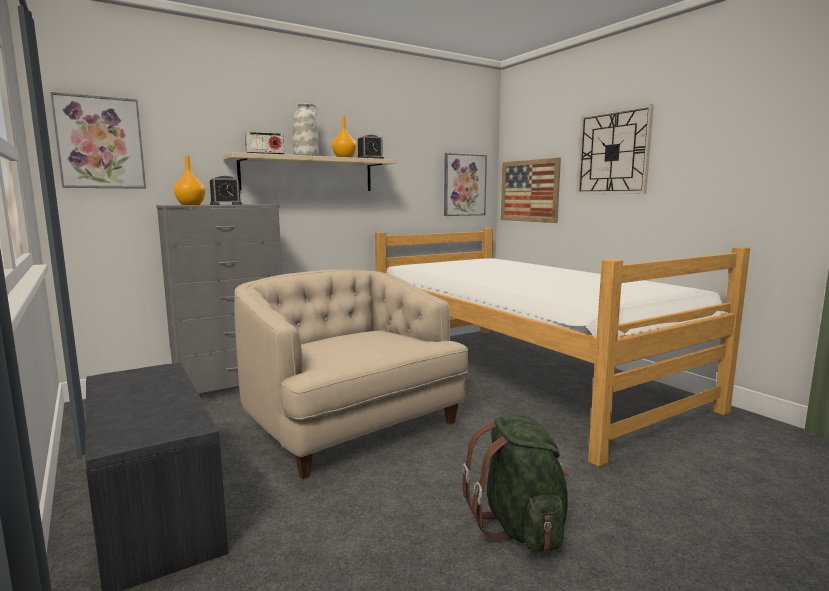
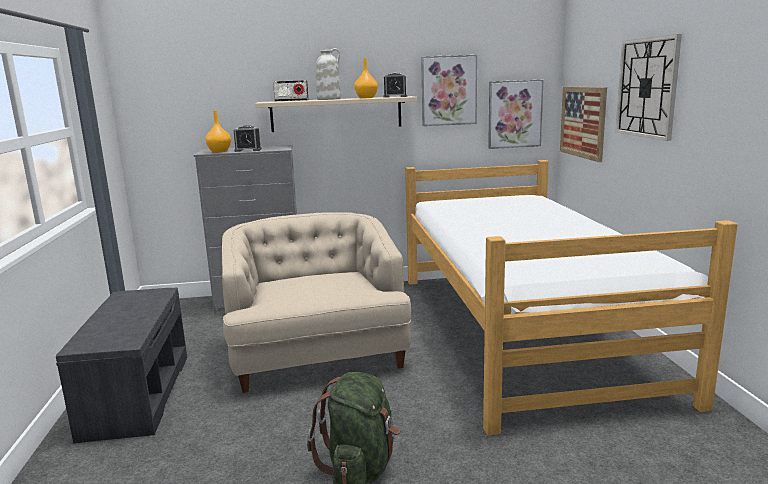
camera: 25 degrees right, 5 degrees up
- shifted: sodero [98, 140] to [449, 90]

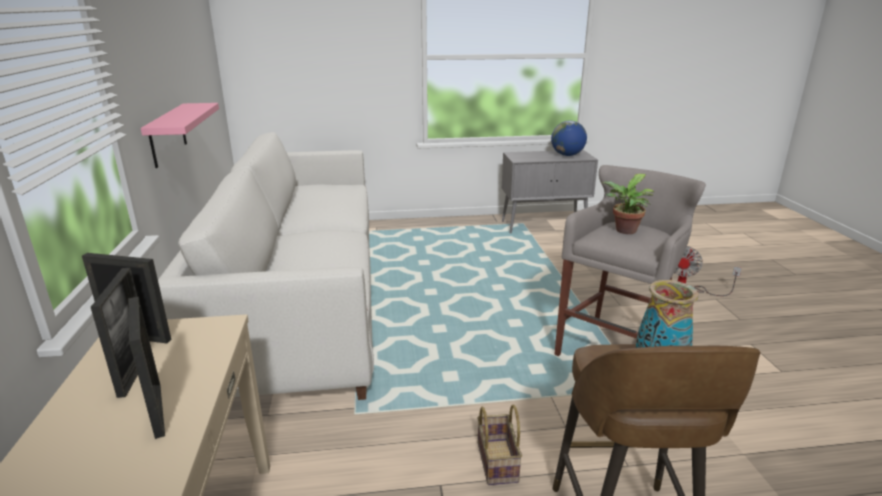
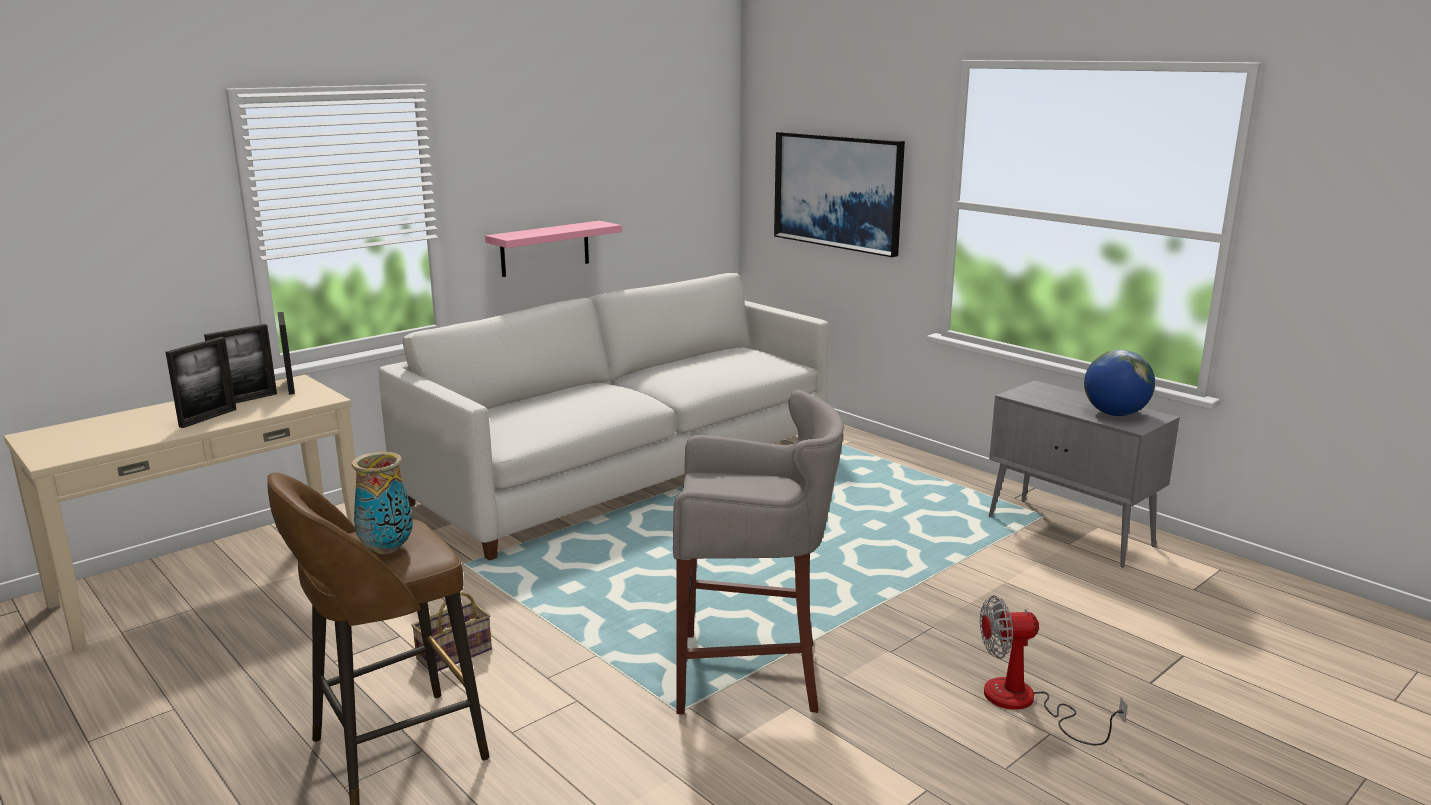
camera: 55 degrees right, 5 degrees down
- gone: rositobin [628, 204]
- new: sodero [839, 194]

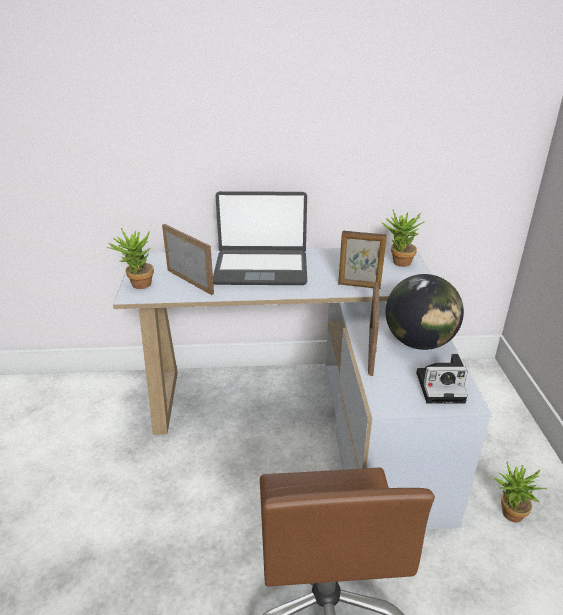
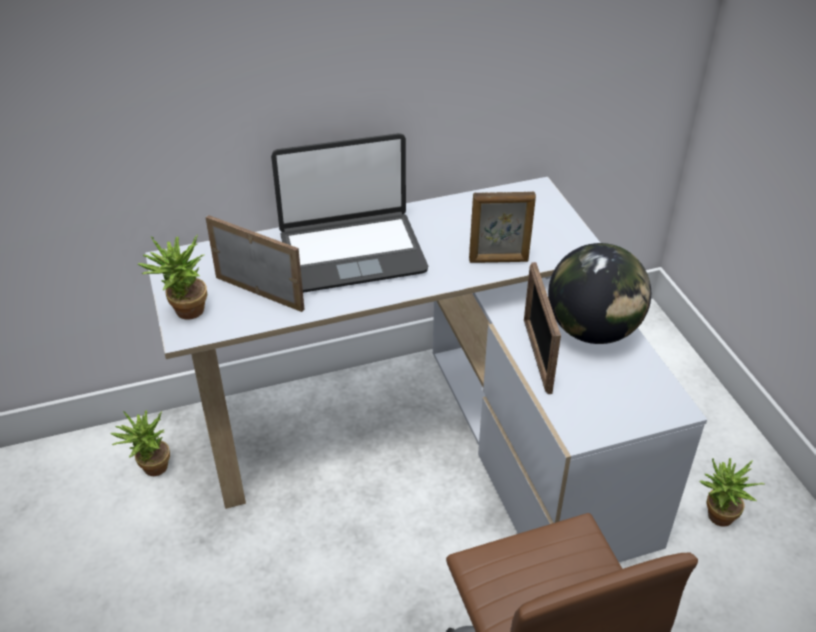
camera: 15 degrees left, 10 degrees up
- shifted: rositobin [403, 238] to [140, 443]
- gone: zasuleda [442, 379]

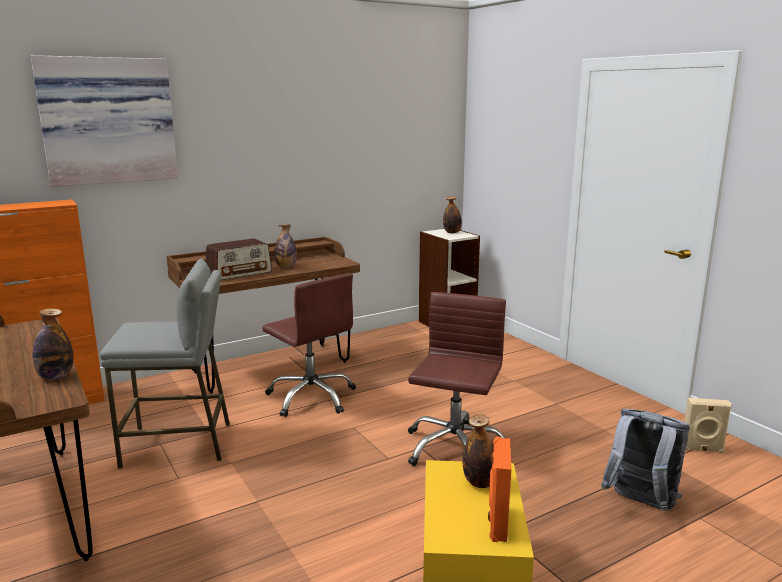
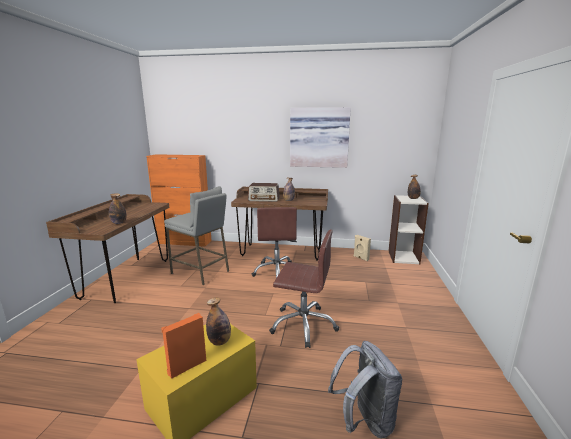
camera: 40 degrees right, 0 degrees up
- shifted: sodero [104, 121] to [320, 137]
- rotated: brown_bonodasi [459, 379] = [304, 289] 45 degrees clockwise
- shifted: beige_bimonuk [708, 425] to [362, 248]

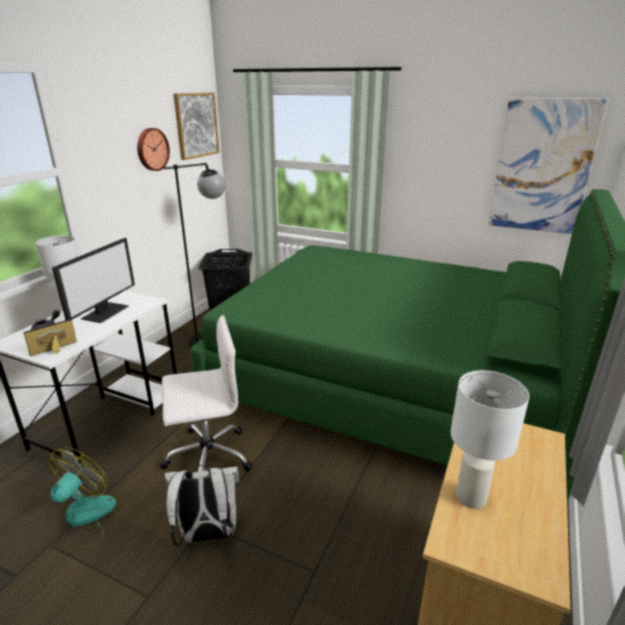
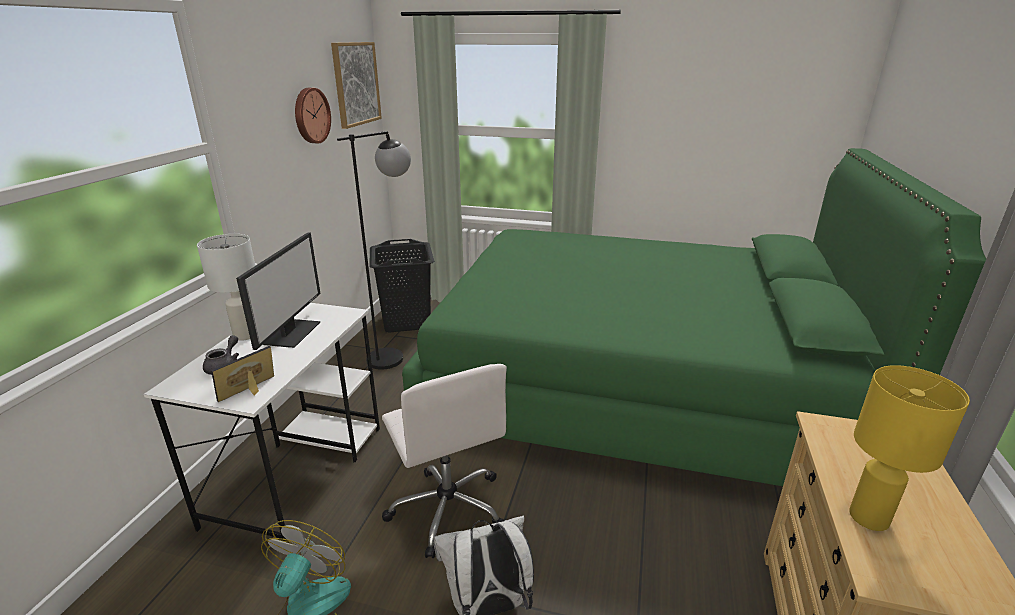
camera: 10 degrees left, 0 degrees up
- rotated: white_bonodasi [206, 393] = [444, 461] 90 degrees clockwise
- repainted: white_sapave [490, 439] to yellow_sapave [909, 448]
- gone: sodero [548, 166]

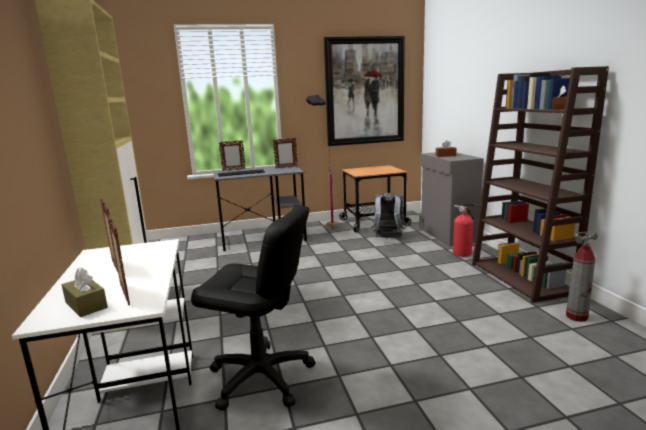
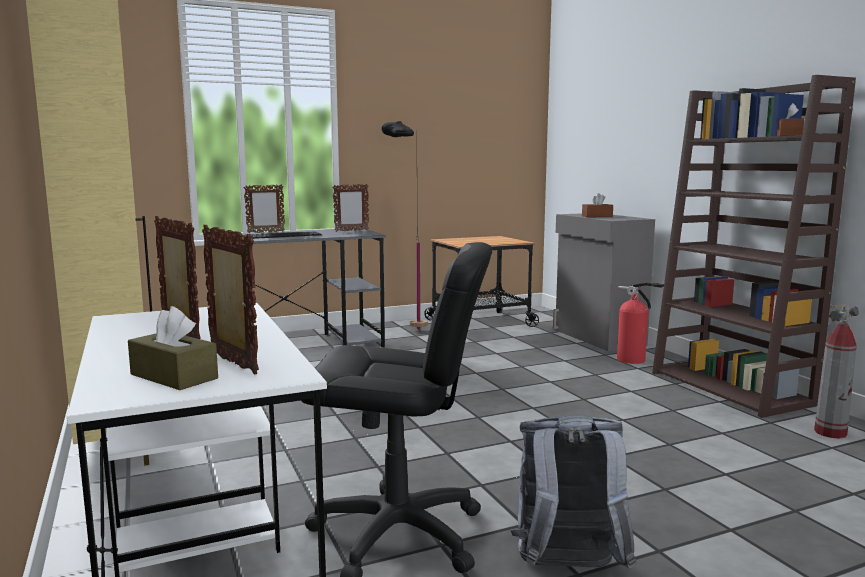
camera: 10 degrees left, 5 degrees down
- gone: sodero [364, 91]
- shifted: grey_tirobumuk [388, 215] to [574, 492]

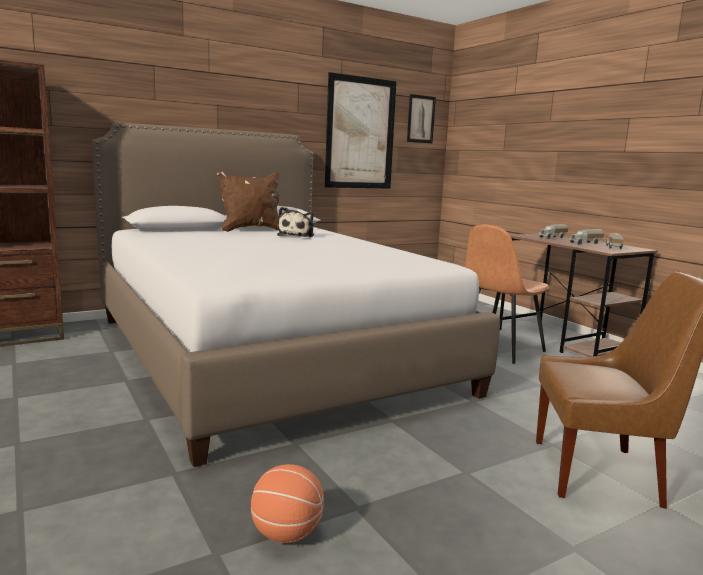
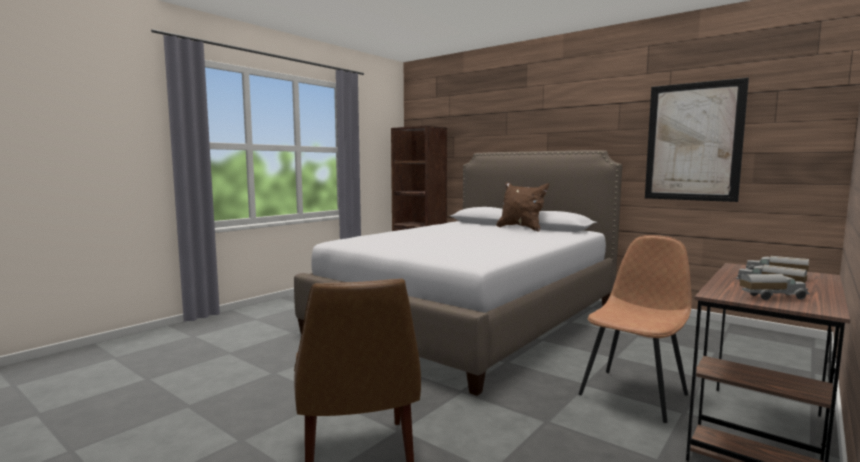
camera: 70 degrees right, 5 degrees down
- gone: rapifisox [287, 503]
- gone: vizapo [295, 222]
- gone: sodero [421, 118]
- rotated: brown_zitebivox [507, 294] = [635, 329] 105 degrees clockwise

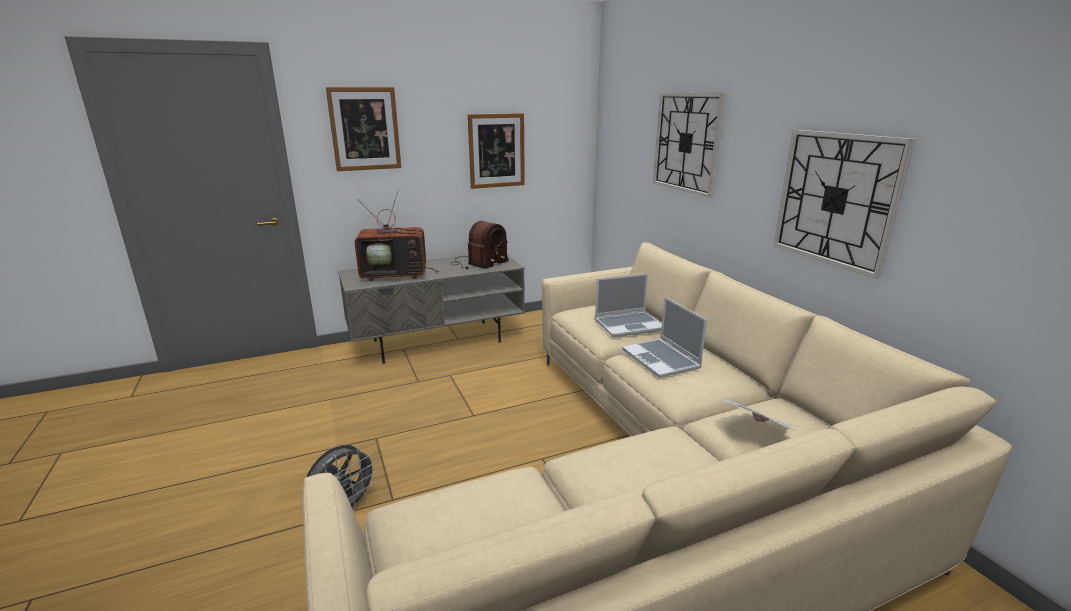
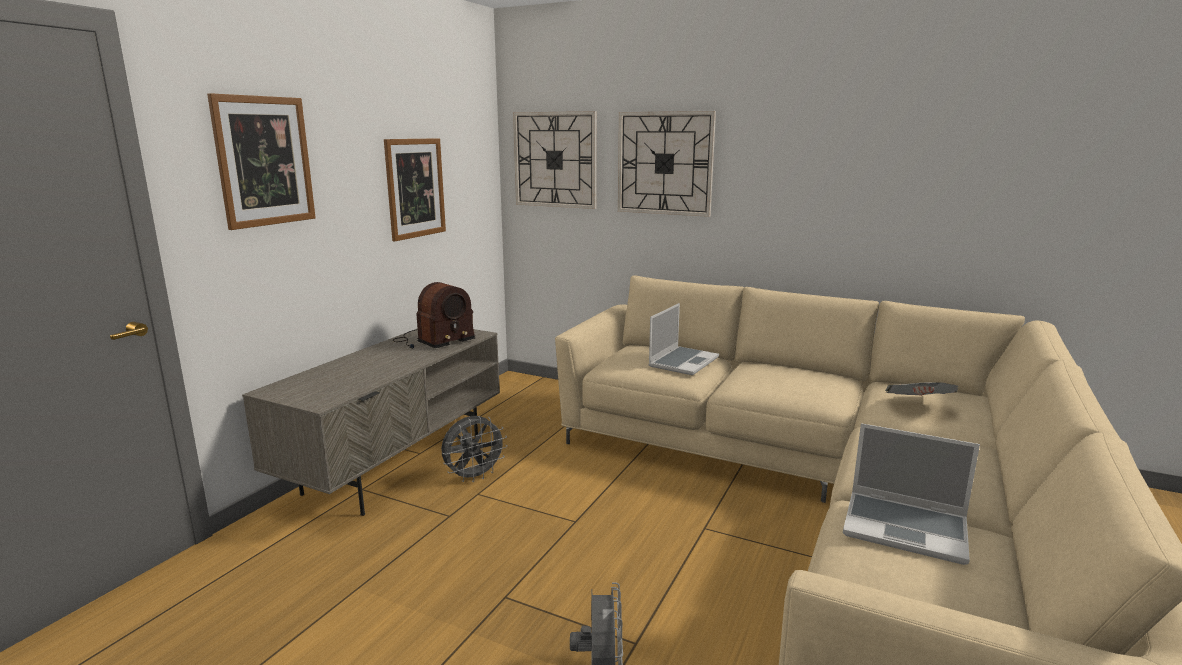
camera: 40 degrees left, 5 degrees down
- gone: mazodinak [396, 235]
- rotated: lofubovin [479, 245] = [434, 315] 45 degrees clockwise
- shifted: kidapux [664, 337] to [911, 494]
- shifted: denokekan [844, 204] to [555, 160]
- new: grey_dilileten [474, 449]

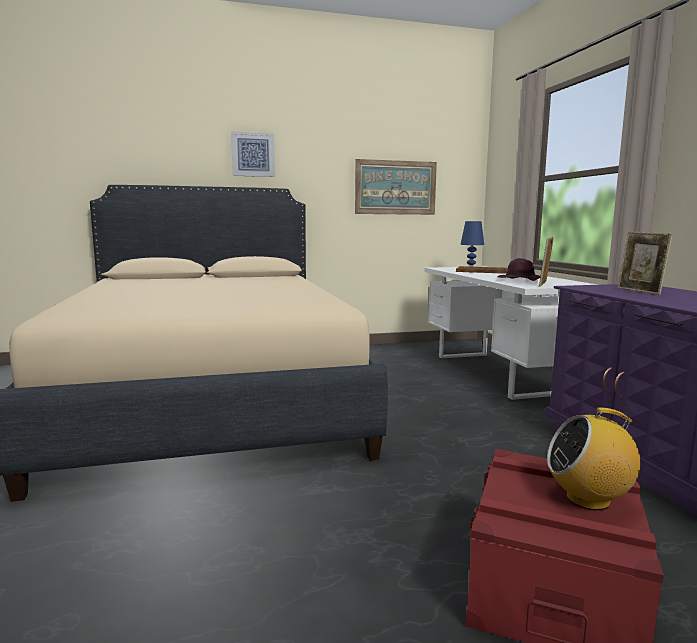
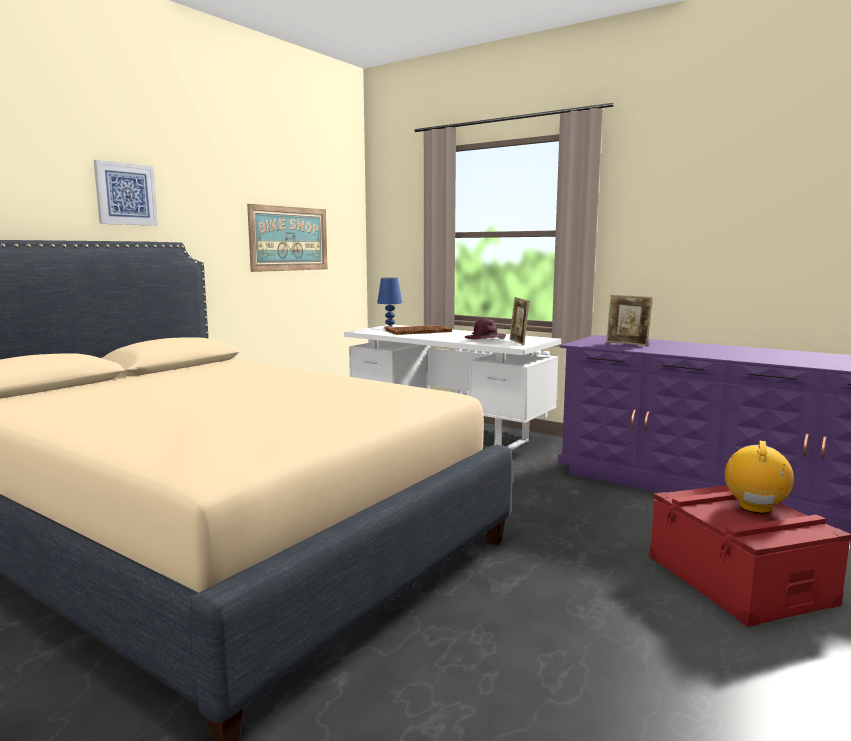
camera: 40 degrees left, 0 degrees up
- rotated: lofubovin [593, 459] = [759, 477] 150 degrees clockwise

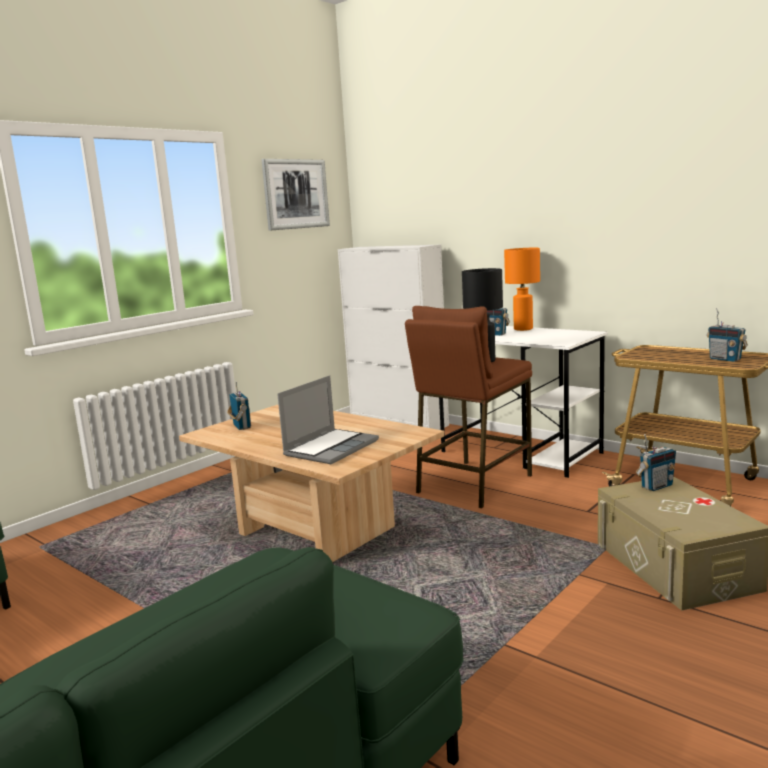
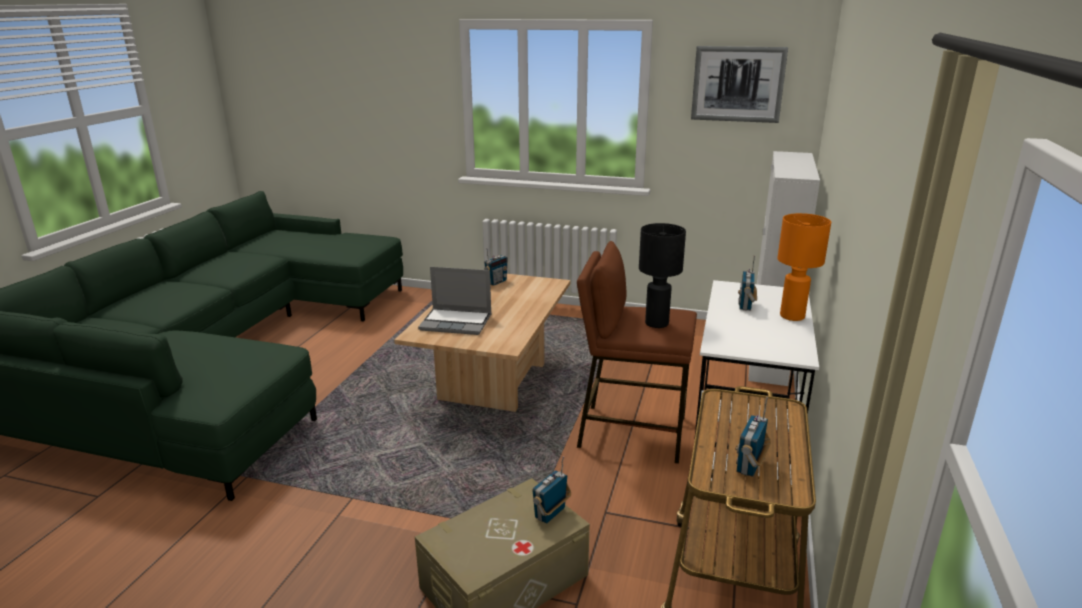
camera: 65 degrees right, 10 degrees up
- rotated: lofubovin [656, 462] = [551, 490] 90 degrees clockwise

